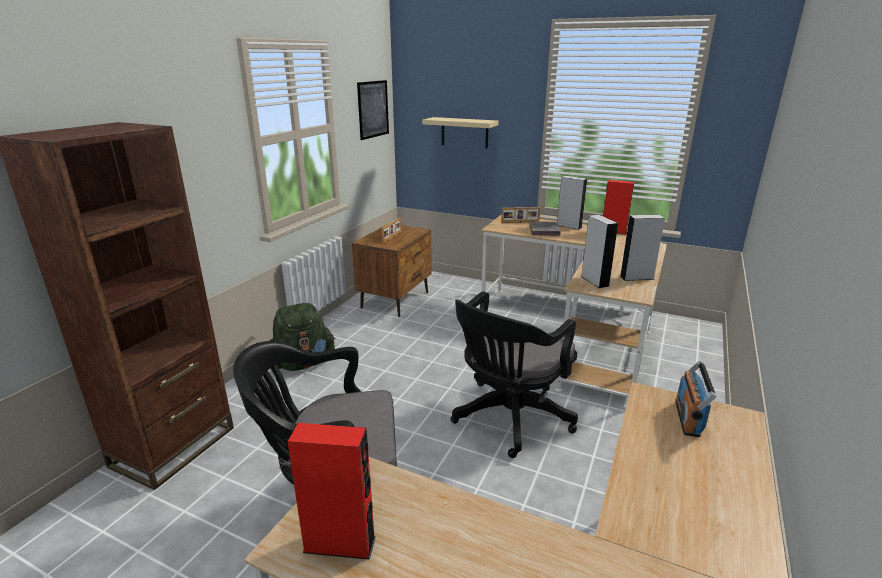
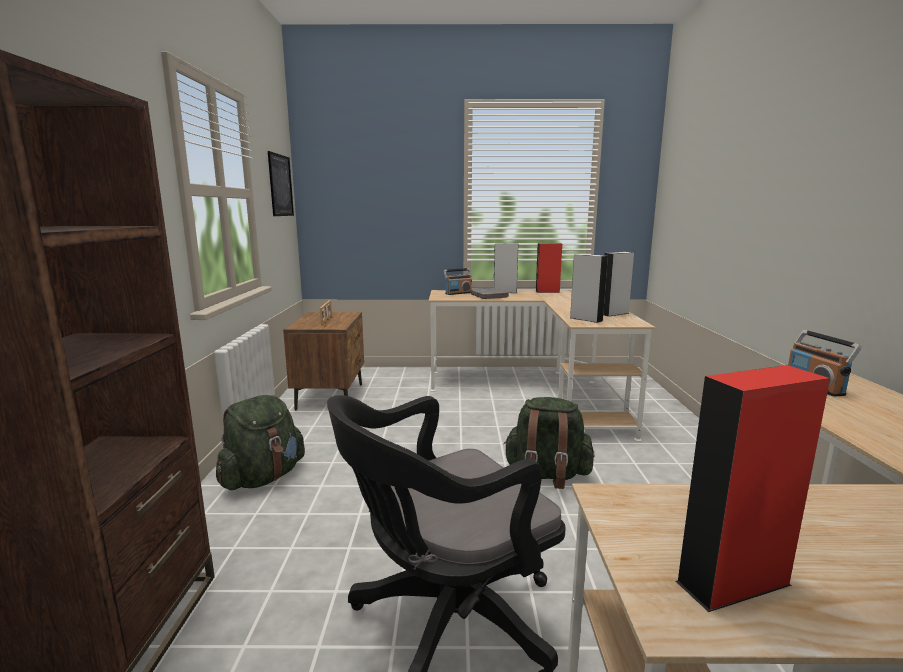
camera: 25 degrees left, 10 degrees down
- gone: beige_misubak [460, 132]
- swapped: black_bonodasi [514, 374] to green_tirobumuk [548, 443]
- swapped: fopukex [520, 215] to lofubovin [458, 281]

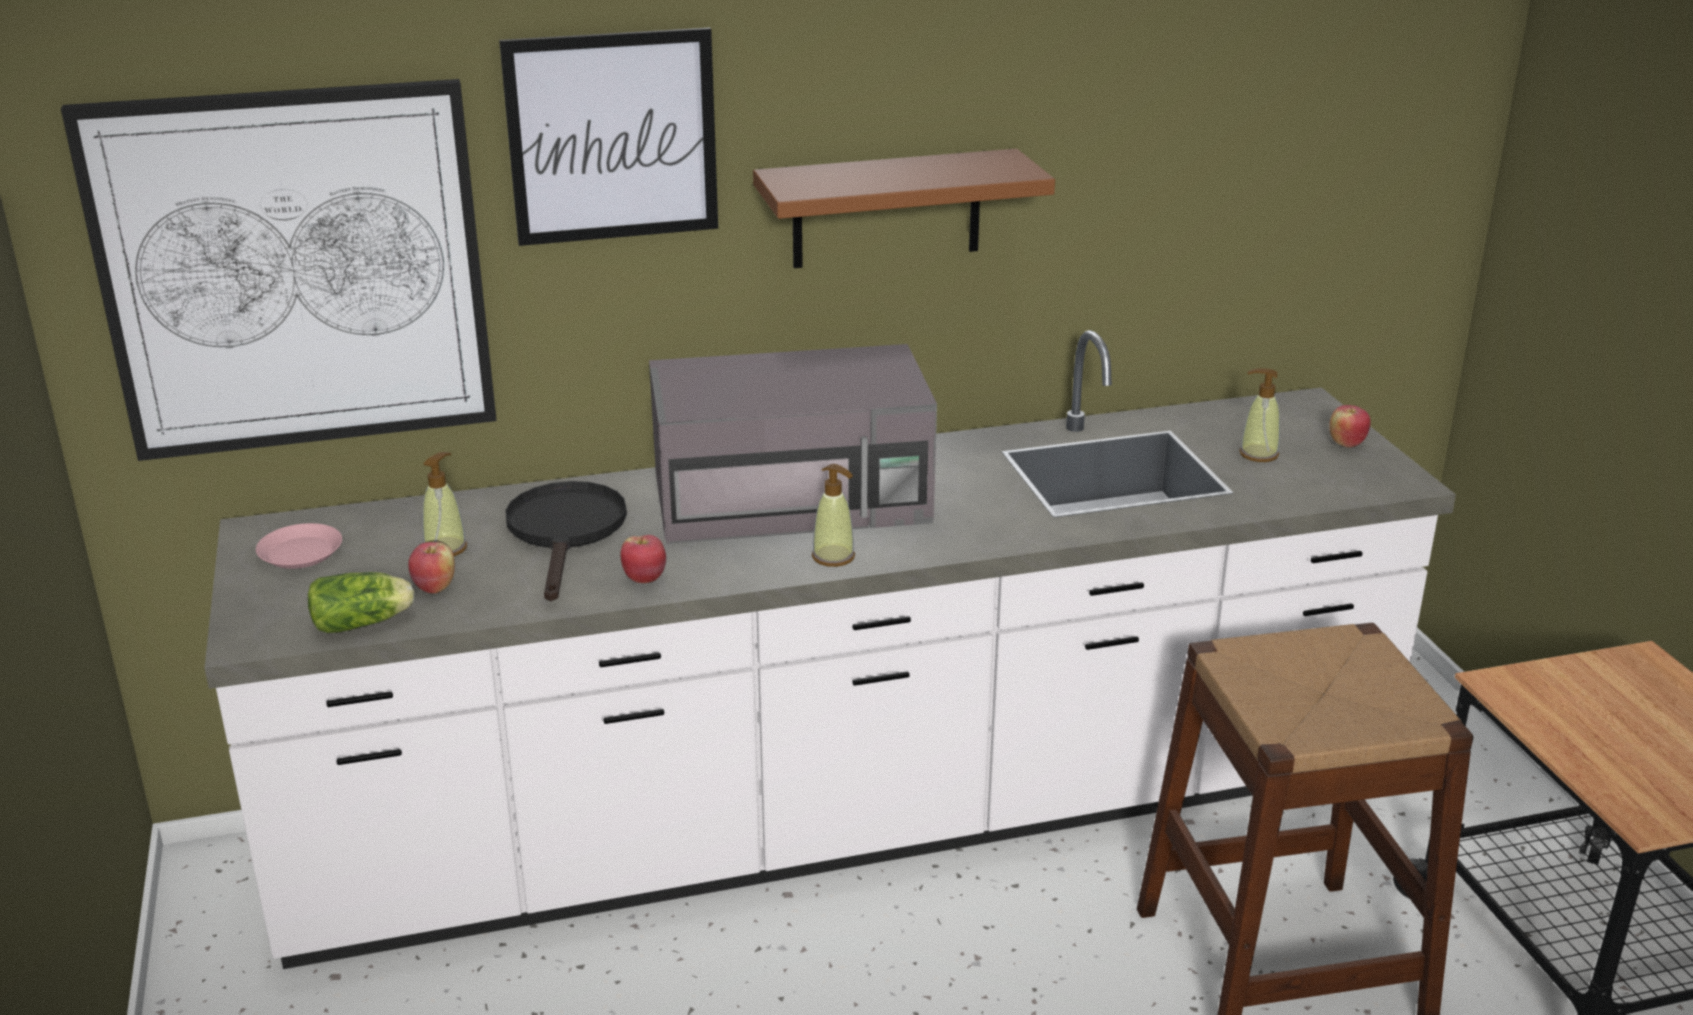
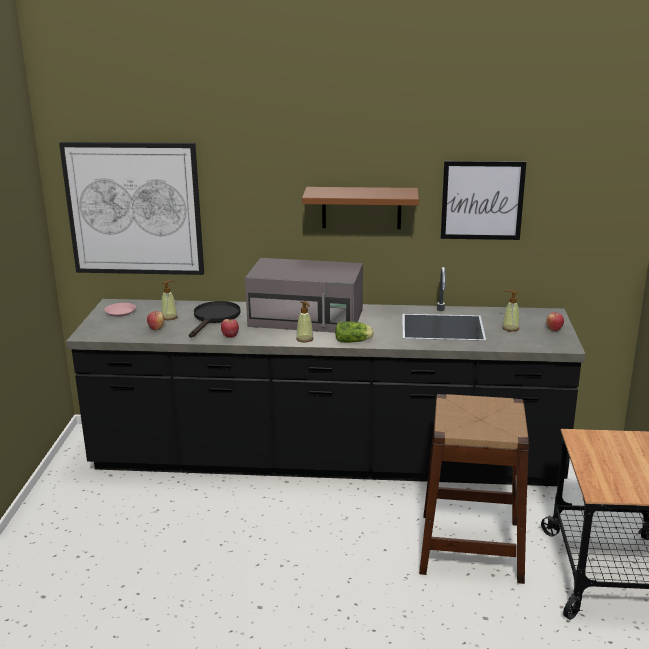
camera: 20 degrees right, 5 degrees down
- repainted: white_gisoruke [830, 649] to black_gisoruke [326, 376]
- shifted: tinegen [361, 602] to [354, 332]
- shifted: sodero [608, 136] to [483, 200]

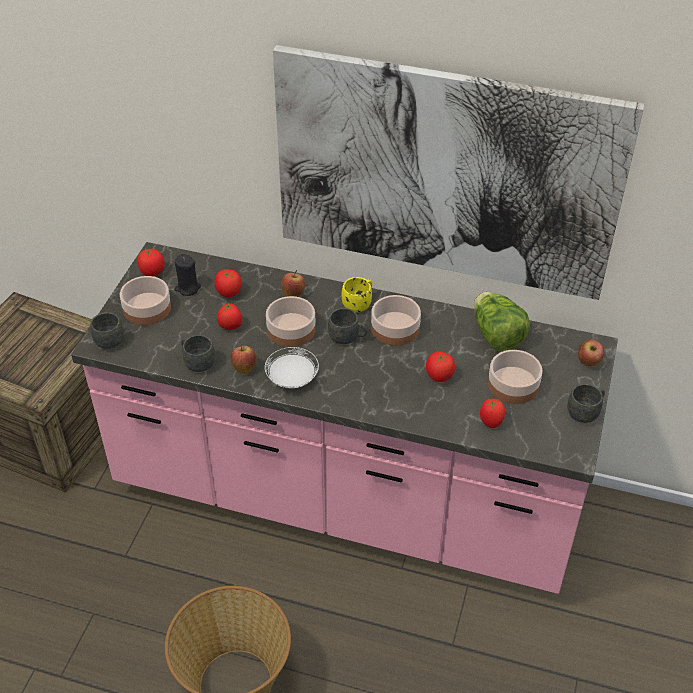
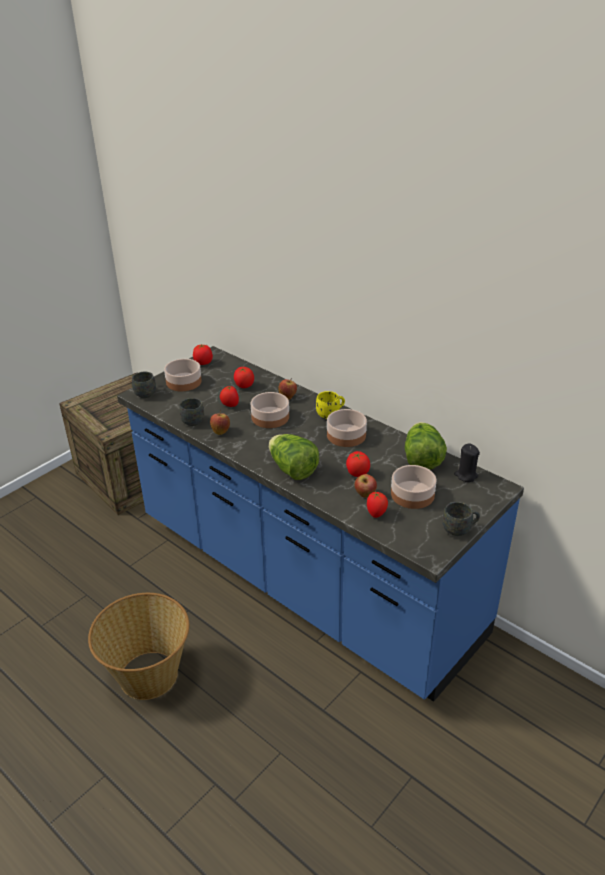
camera: 25 degrees right, 10 degrees down
- repainted: pink_gisoruke [344, 418] to blue_gisoruke [320, 524]
- shifted: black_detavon [187, 275] to [467, 463]
- gone: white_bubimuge [292, 367]
- gone: sodero [458, 172]
- gone: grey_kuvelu [348, 326]
- shifted: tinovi [591, 353] to [365, 486]
- new: tinegen [293, 457]

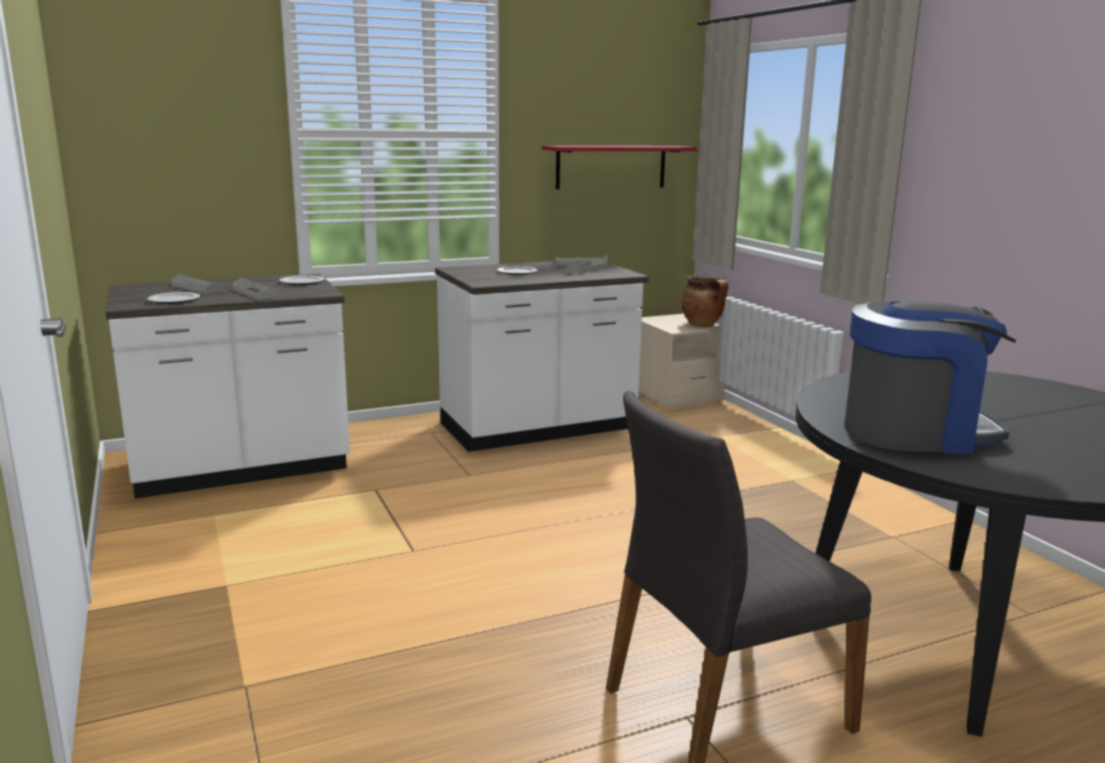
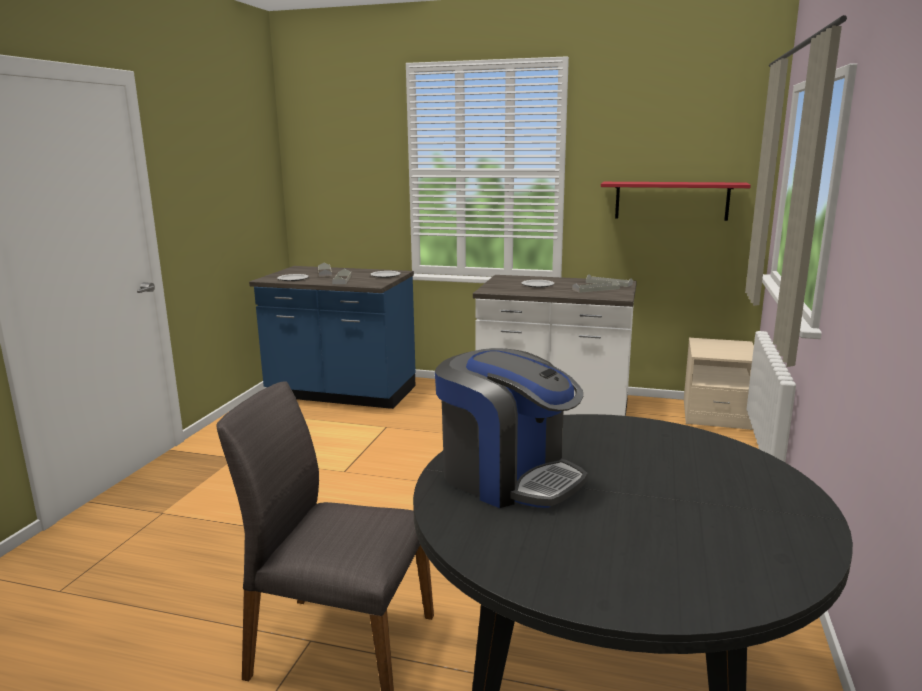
camera: 40 degrees right, 0 degrees up
- repainted: white_gisoruke [227, 386] to blue_gisoruke [332, 337]
- gone: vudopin [704, 301]

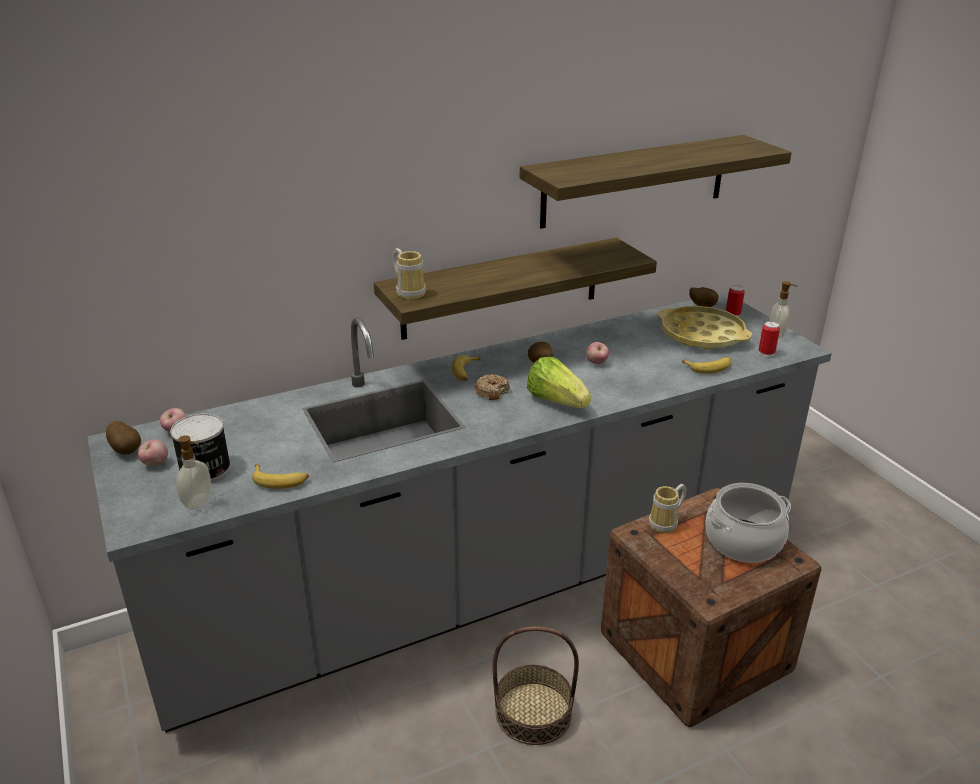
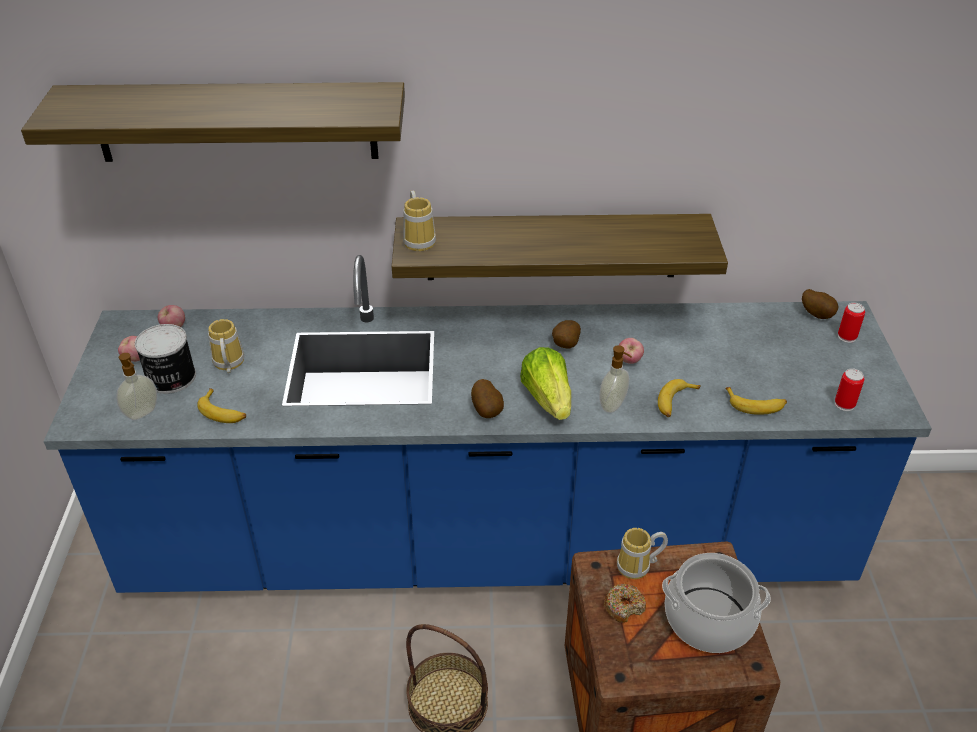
camera: 25 degrees right, 10 degrees up
- repainted: grey_gisoruke [459, 512] to blue_gisoruke [487, 424]
- shifted: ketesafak [123, 438] to [487, 398]
- shifted: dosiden [466, 368] to [679, 398]
- shifted: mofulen [492, 387] to [625, 603]
- shifted: misubak [656, 182] to [213, 122]
- gone: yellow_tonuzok [704, 328]
- shifted: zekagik [784, 309] to [615, 379]
- new: kuvelu [226, 346]

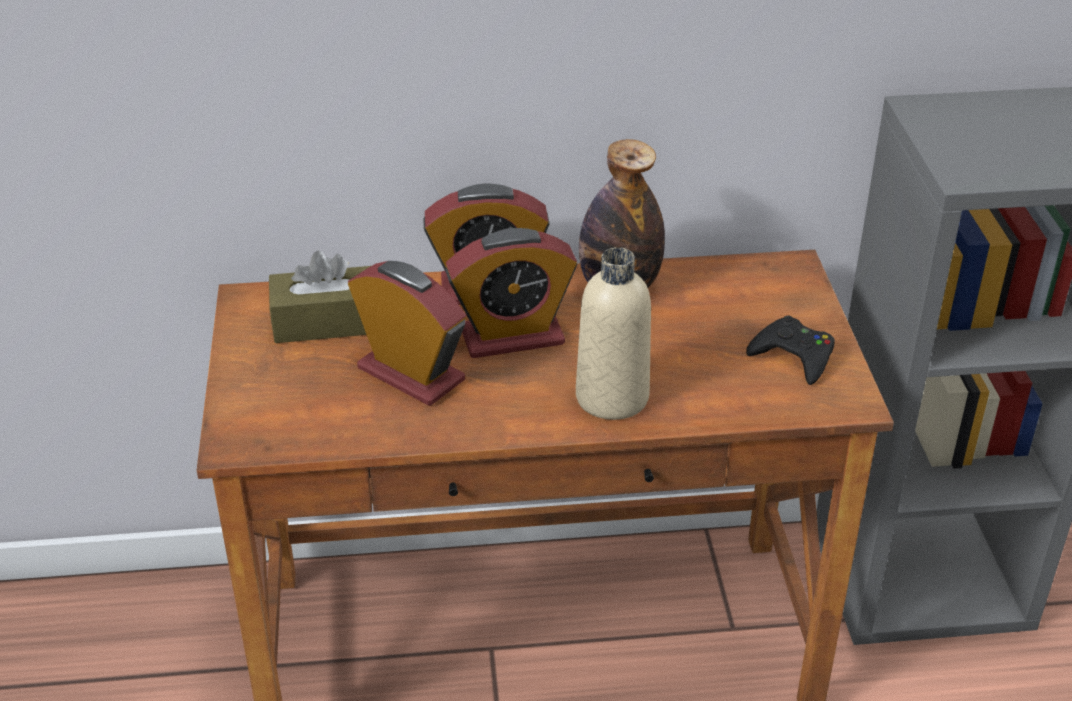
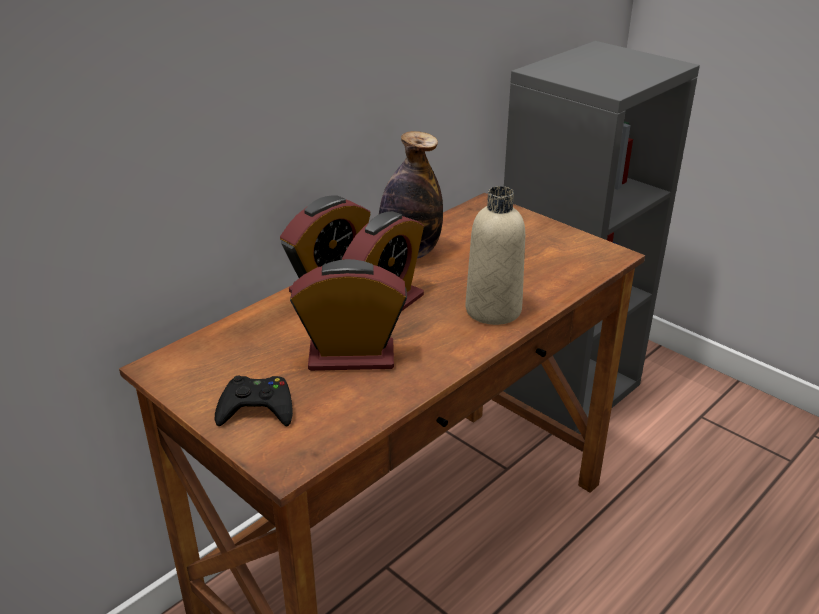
camera: 40 degrees left, 5 degrees down
- gone: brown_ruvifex [319, 296]
- shifted: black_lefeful [790, 350] to [254, 400]

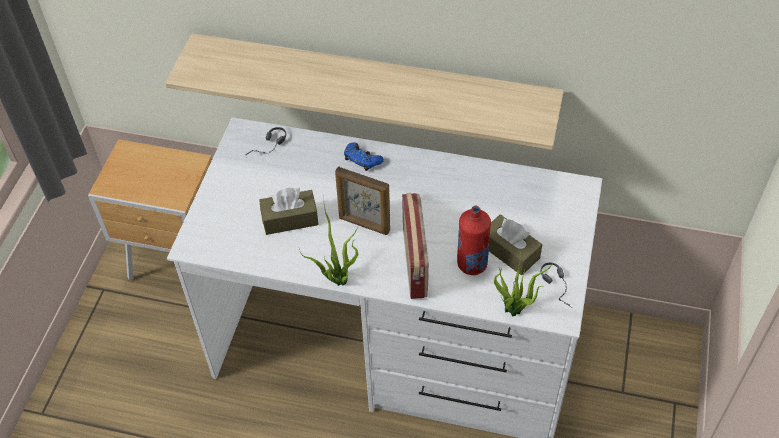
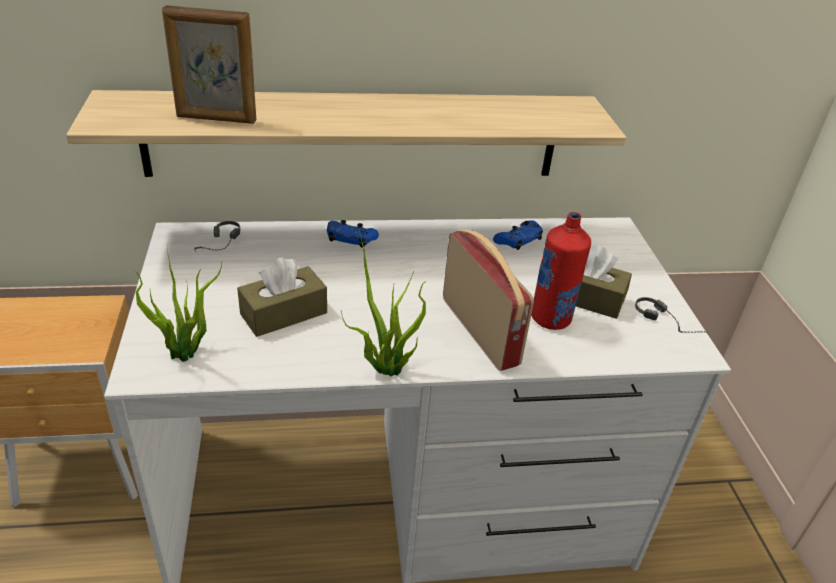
camera: 25 degrees left, 15 degrees down
- shifted: fopukex [362, 201] to [209, 64]
- shifted: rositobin [523, 285] to [177, 305]
- new: blue_lefeful [518, 235]

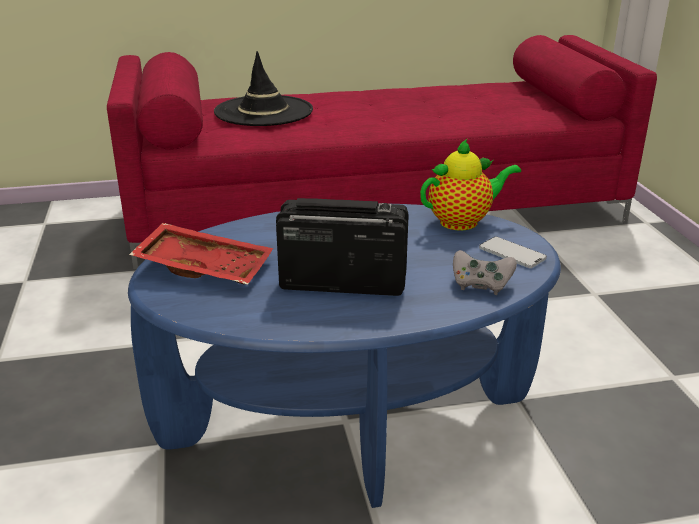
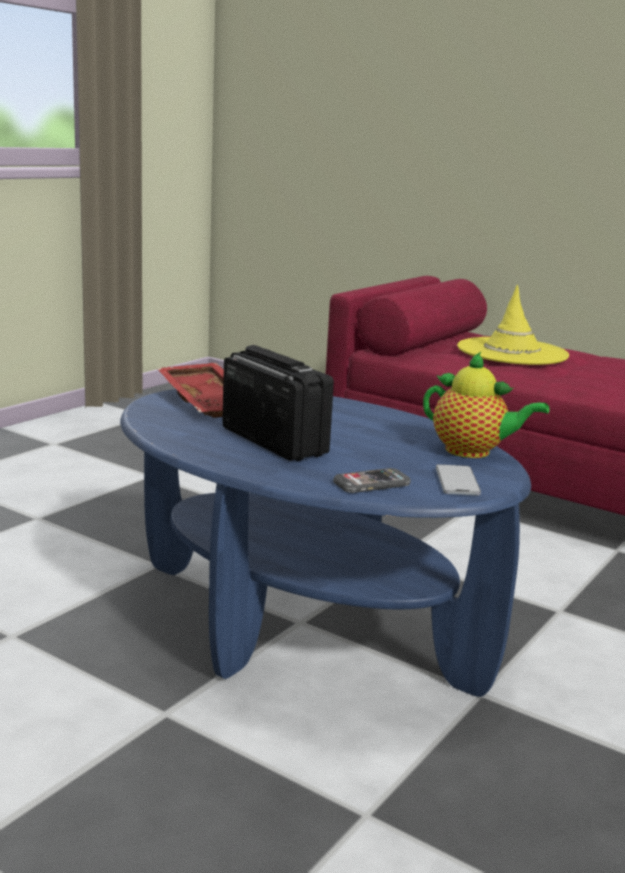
camera: 45 degrees right, 10 degrees down
- repainted: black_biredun [263, 88] to yellow_biredun [513, 325]
- swapped: grey_lefeful [485, 272] to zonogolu [372, 480]

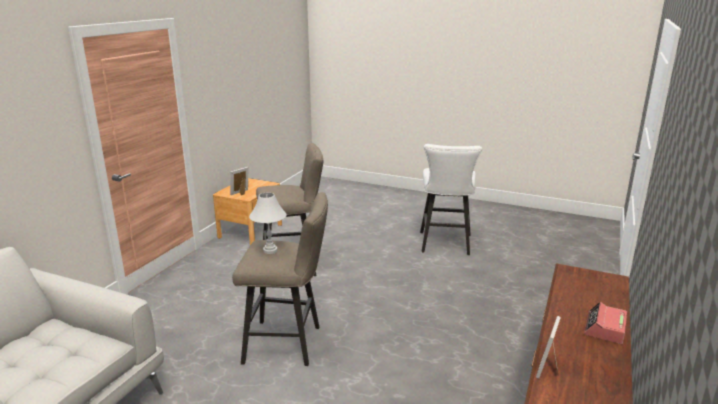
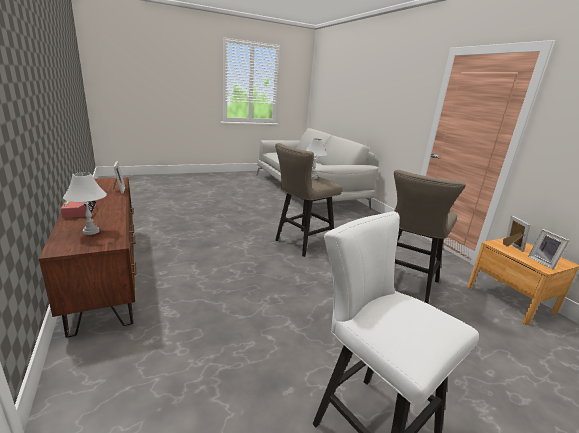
camera: 130 degrees right, 0 degrees up
- new: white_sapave [85, 203]
- new: fopukex [549, 249]

